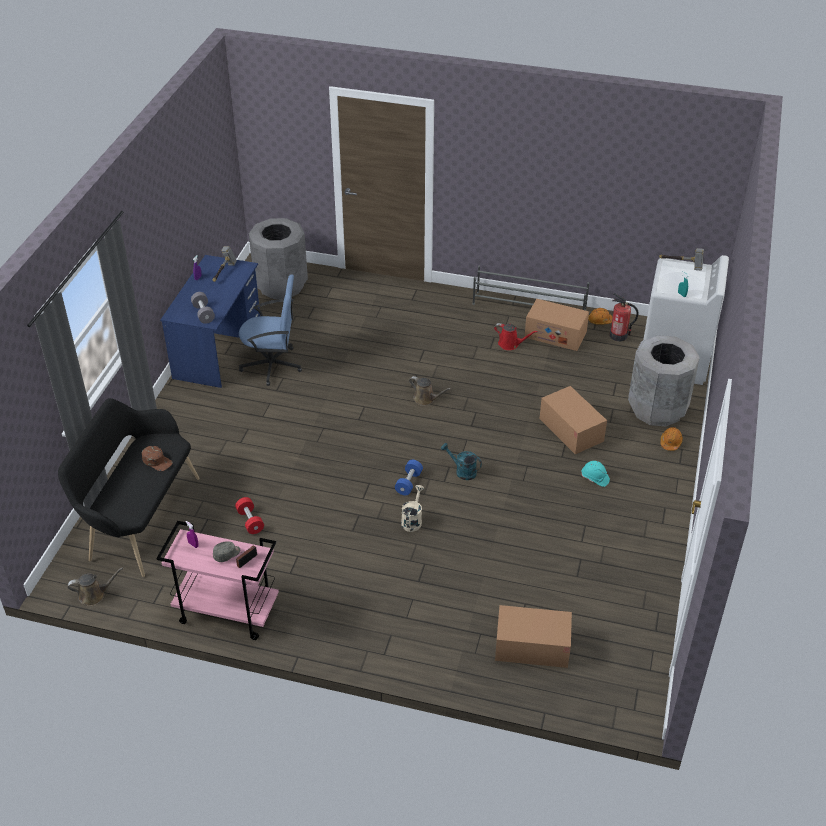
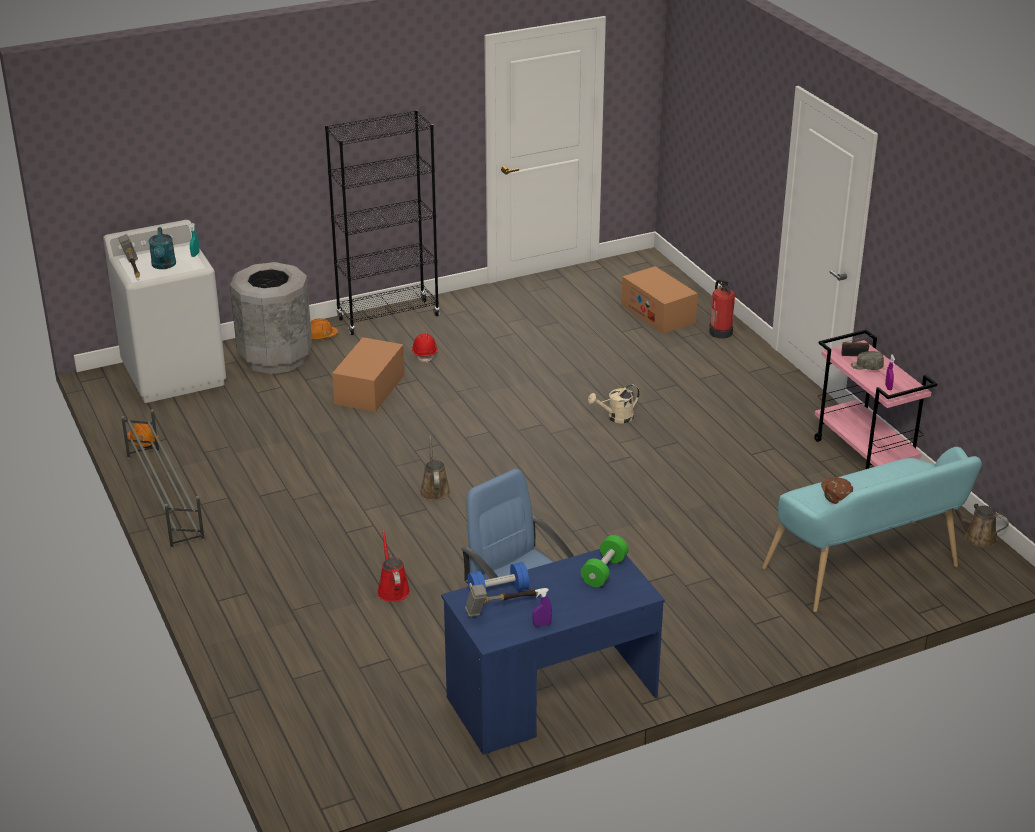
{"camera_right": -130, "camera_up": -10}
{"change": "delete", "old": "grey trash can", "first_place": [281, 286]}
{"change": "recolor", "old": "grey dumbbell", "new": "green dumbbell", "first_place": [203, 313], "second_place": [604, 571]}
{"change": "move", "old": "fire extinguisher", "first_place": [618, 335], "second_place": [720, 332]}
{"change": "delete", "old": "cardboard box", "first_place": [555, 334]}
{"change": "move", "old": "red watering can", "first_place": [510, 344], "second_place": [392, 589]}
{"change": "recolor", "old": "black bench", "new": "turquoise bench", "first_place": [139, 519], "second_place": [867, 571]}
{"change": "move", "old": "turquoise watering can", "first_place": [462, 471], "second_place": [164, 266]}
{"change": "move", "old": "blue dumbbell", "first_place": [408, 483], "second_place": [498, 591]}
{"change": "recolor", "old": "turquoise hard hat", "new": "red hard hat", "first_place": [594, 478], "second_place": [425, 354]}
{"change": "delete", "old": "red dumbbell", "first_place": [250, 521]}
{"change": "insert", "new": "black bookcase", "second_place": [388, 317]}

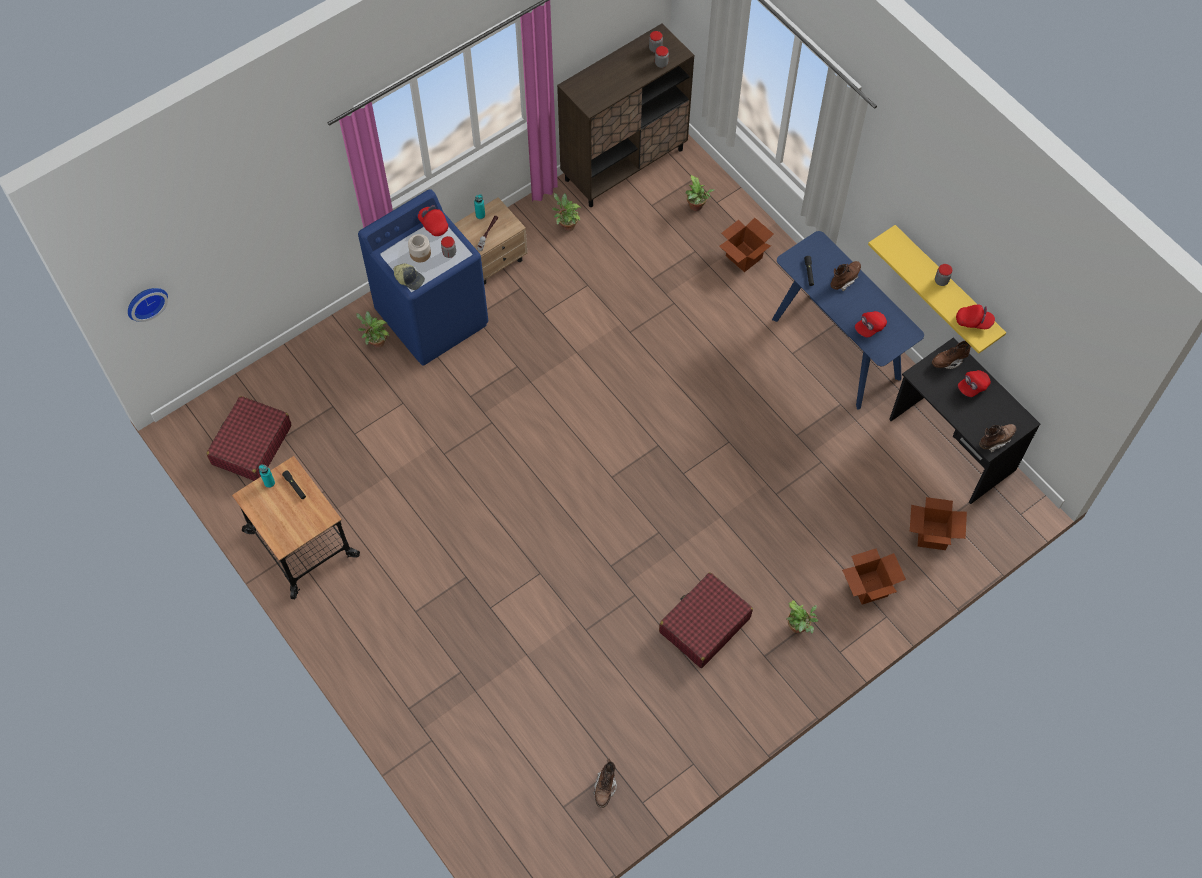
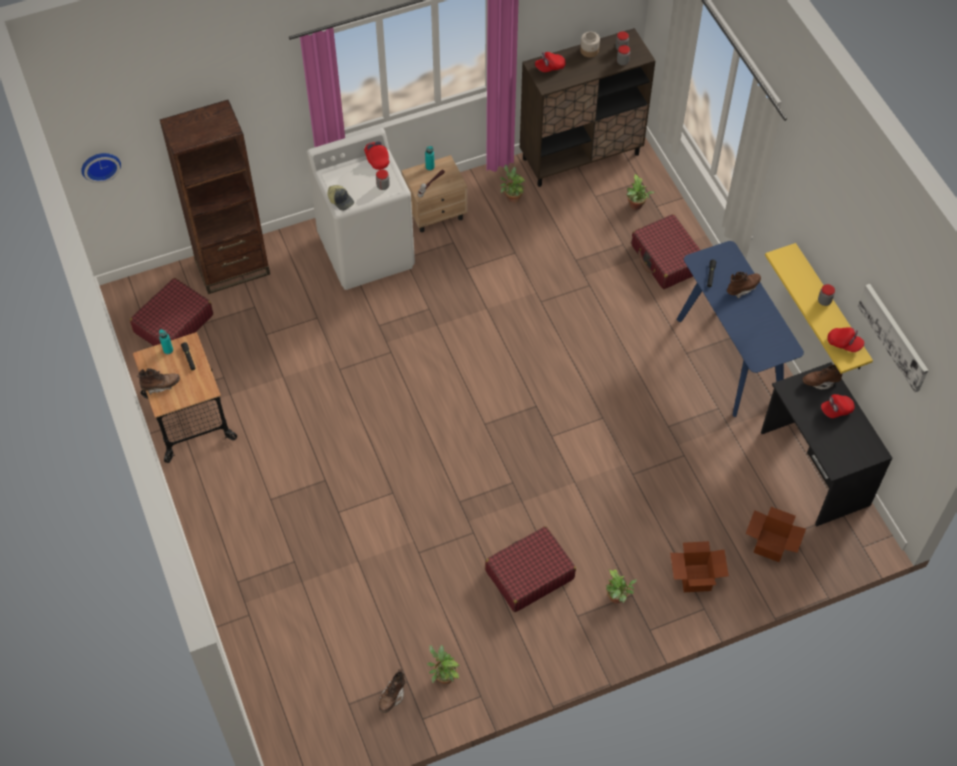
{"camera_right": 15, "camera_up": -5}
{"change": "recolor", "old": "blue washing machine", "new": "white washing machine", "first_place": [433, 318], "second_place": [367, 251]}
{"change": "replace", "old": "cardboard box", "new": "red suitcase", "first_place": [744, 257], "second_place": [667, 259]}
{"change": "move", "old": "jar", "first_place": [420, 254], "second_place": [589, 51]}
{"change": "move", "old": "potted plant", "first_place": [375, 342], "second_place": [443, 676]}
{"change": "move", "old": "red cap", "first_place": [869, 328], "second_place": [550, 67]}
{"change": "move", "old": "brown boot", "first_place": [996, 440], "second_place": [160, 385]}
{"change": "insert", "new": "brown bookcase", "second_place": [232, 267]}
{"change": "insert", "new": "picture", "second_place": [894, 336]}

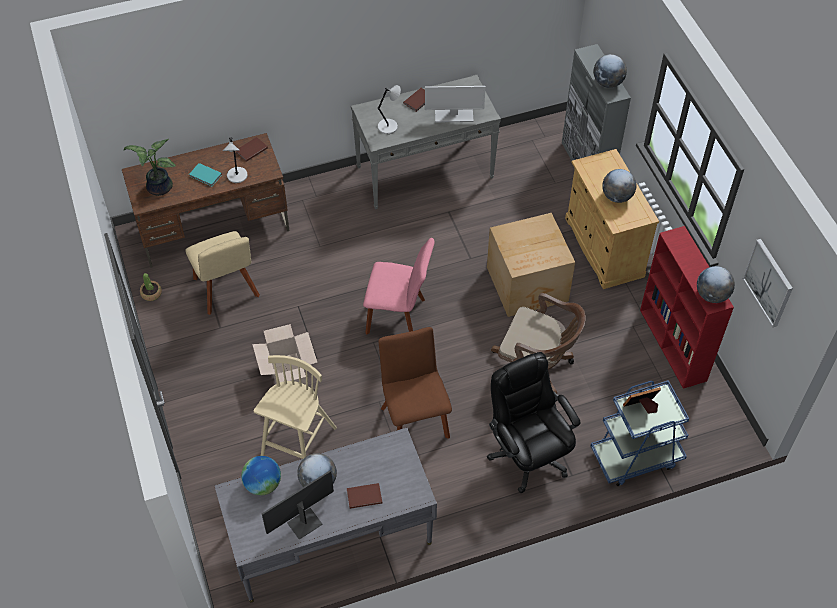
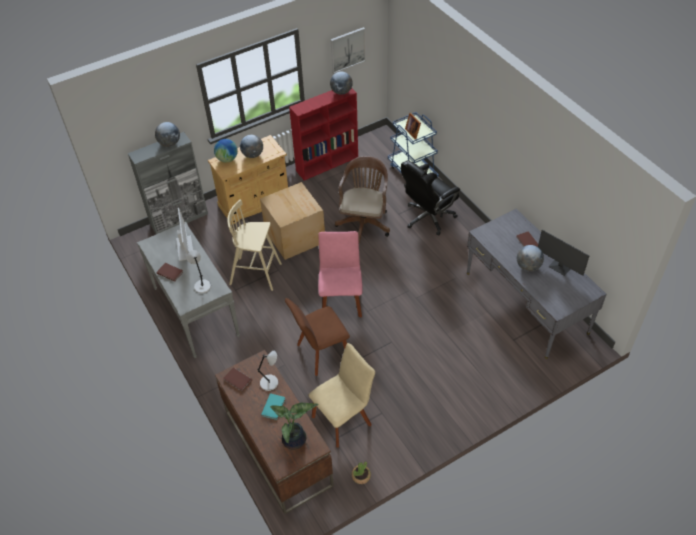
{"camera_right": -100, "camera_up": -5}
{"change": "delete", "old": "cardboard box", "first_place": [286, 371]}
{"change": "move", "old": "brown chair", "first_place": [414, 419], "second_place": [320, 353]}
{"change": "move", "old": "beige stool", "first_place": [298, 446], "second_place": [256, 274]}
{"change": "move", "old": "globe", "first_place": [263, 484], "second_place": [227, 159]}

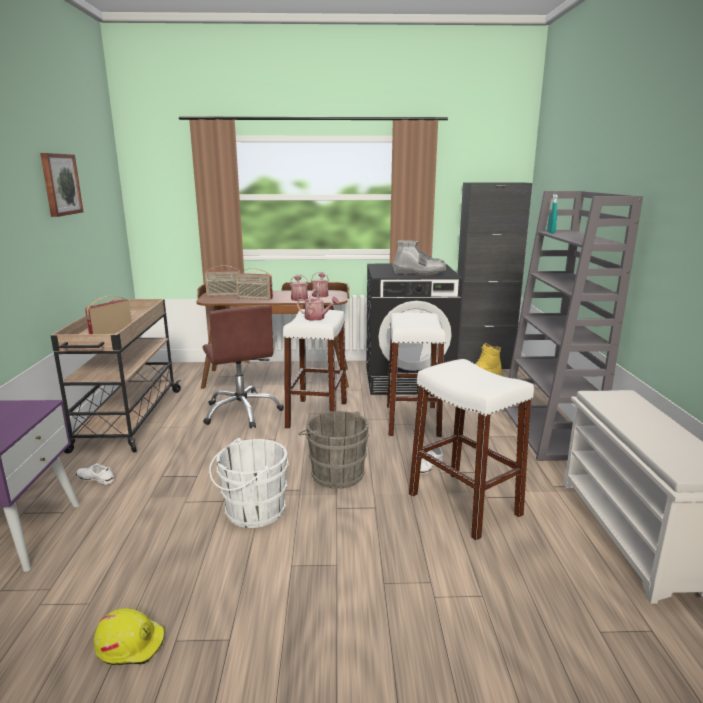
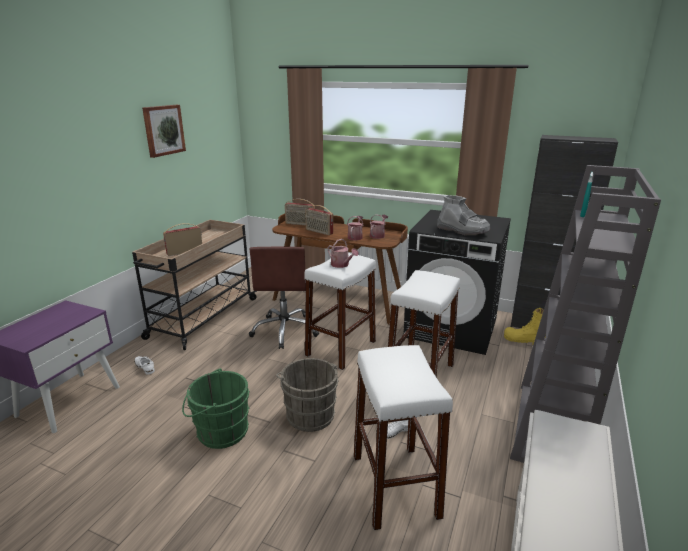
{"camera_right": 25, "camera_up": 5}
{"change": "recolor", "old": "white bucket", "new": "green bucket", "first_place": [251, 512], "second_place": [219, 432]}
{"change": "delete", "old": "yellow hard hat", "first_place": [130, 643]}

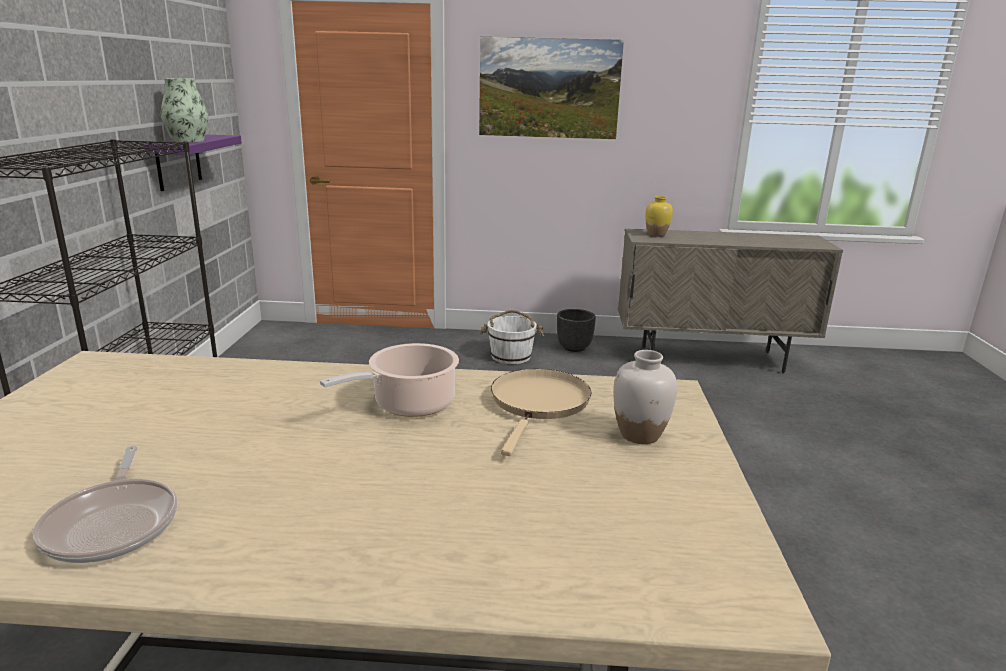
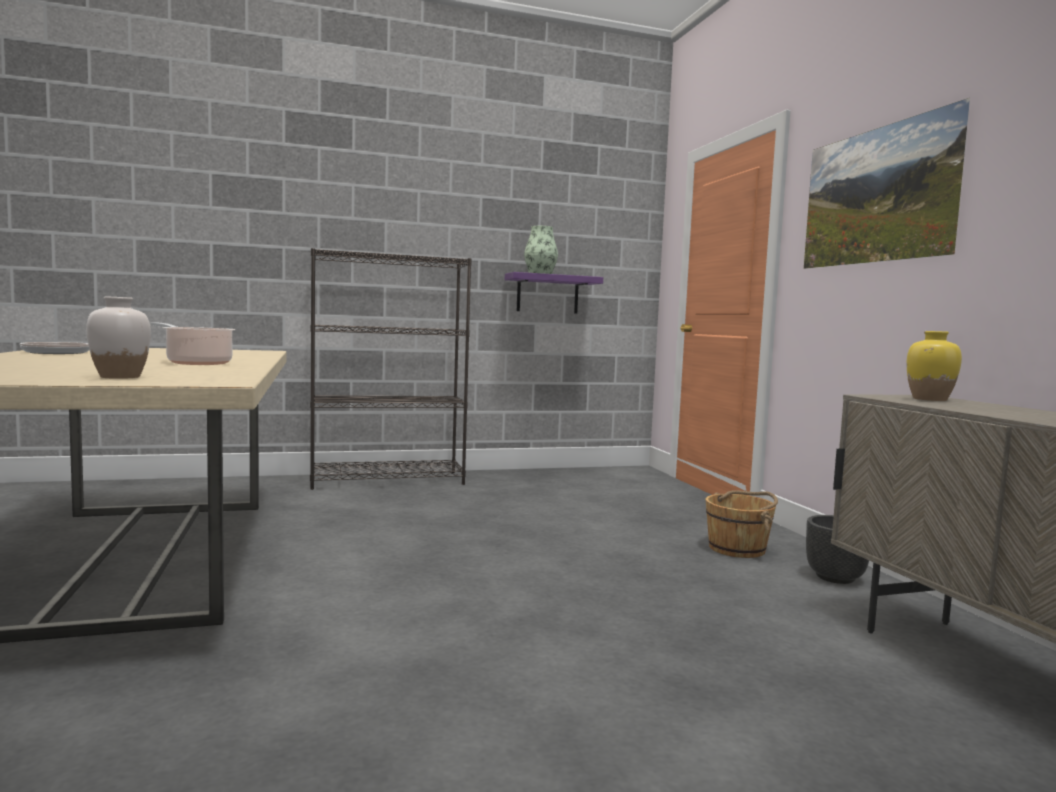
{"camera_right": 70, "camera_up": -15}
{"change": "recolor", "old": "white bucket", "new": "brown bucket", "first_place": [511, 356], "second_place": [738, 548]}
{"change": "delete", "old": "beige frying pan", "first_place": [539, 404]}

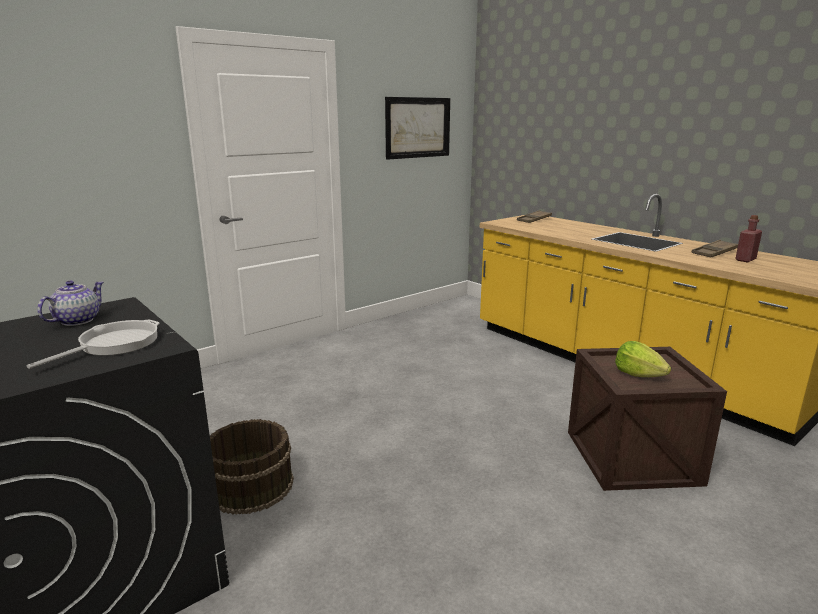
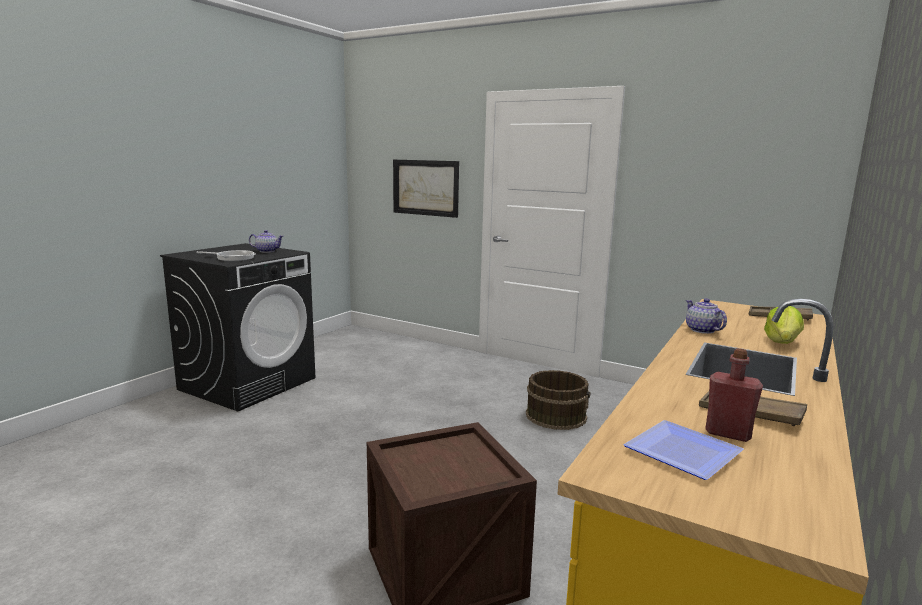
{"camera_right": 70, "camera_up": -5}
{"change": "move", "old": "picture", "first_place": [417, 127], "second_place": [425, 187]}
{"change": "move", "old": "lettuce", "first_place": [638, 374], "second_place": [782, 343]}
{"change": "move", "old": "brown bucket", "first_place": [250, 485], "second_place": [556, 415]}
{"change": "insert", "new": "teapot", "second_place": [702, 330]}
{"change": "insert", "new": "plate", "second_place": [678, 452]}

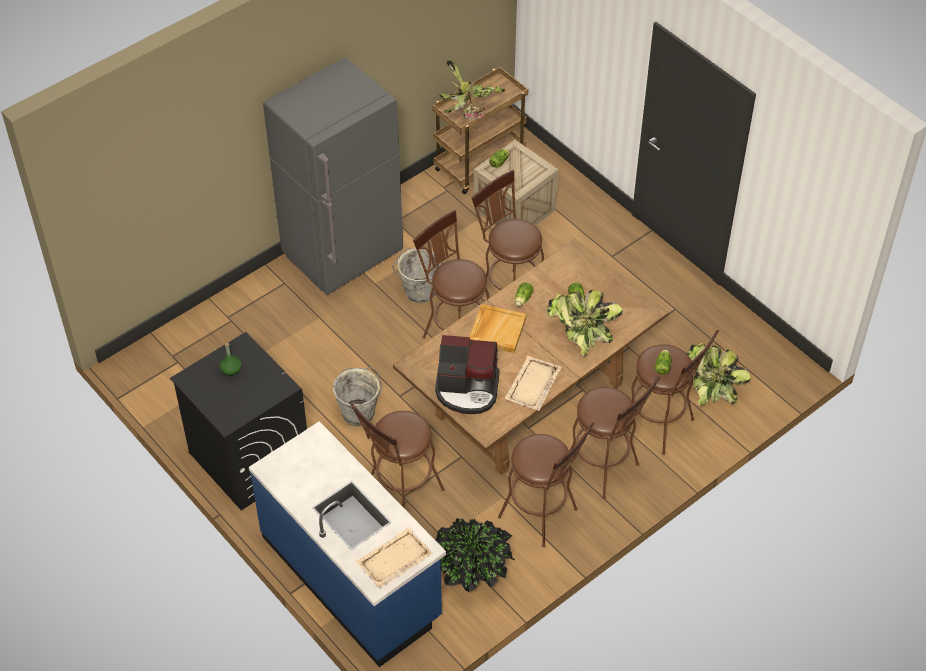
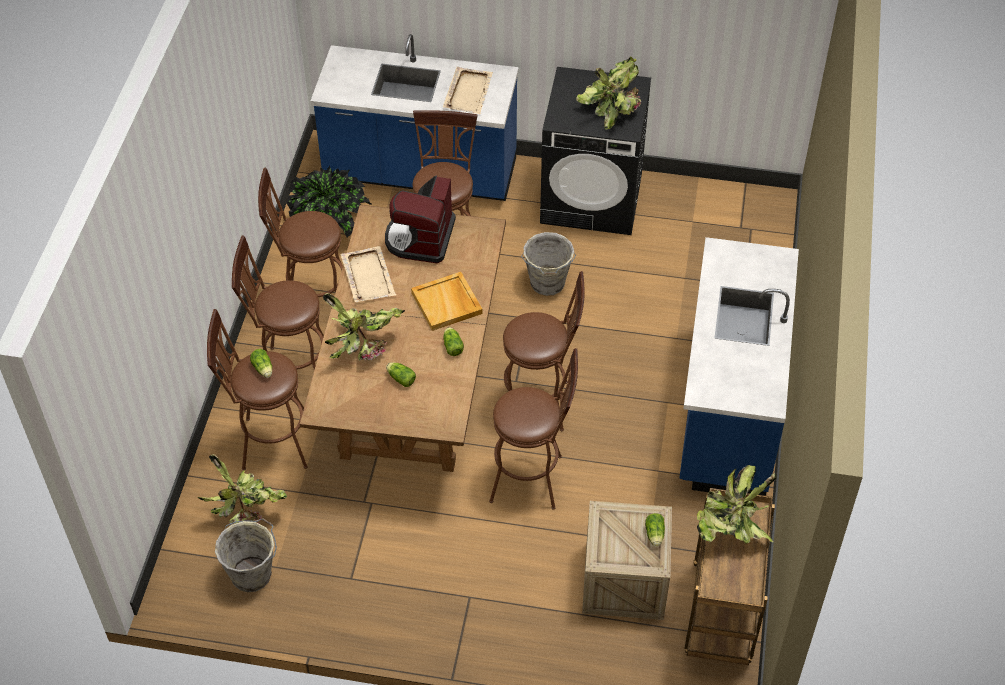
{"camera_right": 140, "camera_up": 0}
{"change": "replace", "old": "grey fridge", "new": "blue counter", "first_place": [343, 256], "second_place": [727, 409]}
{"change": "move", "old": "grey bucket", "first_place": [418, 292], "second_place": [252, 573]}
{"change": "rotate", "old": "coffee machine", "first_place": [467, 390], "second_place": [420, 238], "degrees": -45}
{"change": "replace", "old": "green bottle", "new": "potted plant", "first_place": [231, 370], "second_place": [613, 109]}
{"change": "move", "old": "beige tray", "first_place": [393, 559], "second_place": [468, 92]}

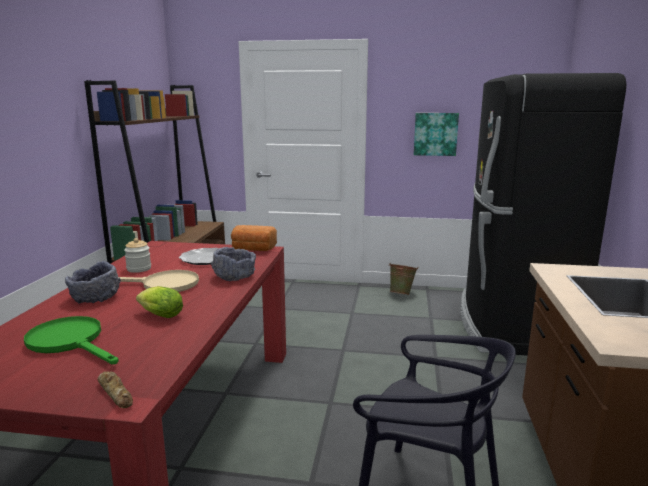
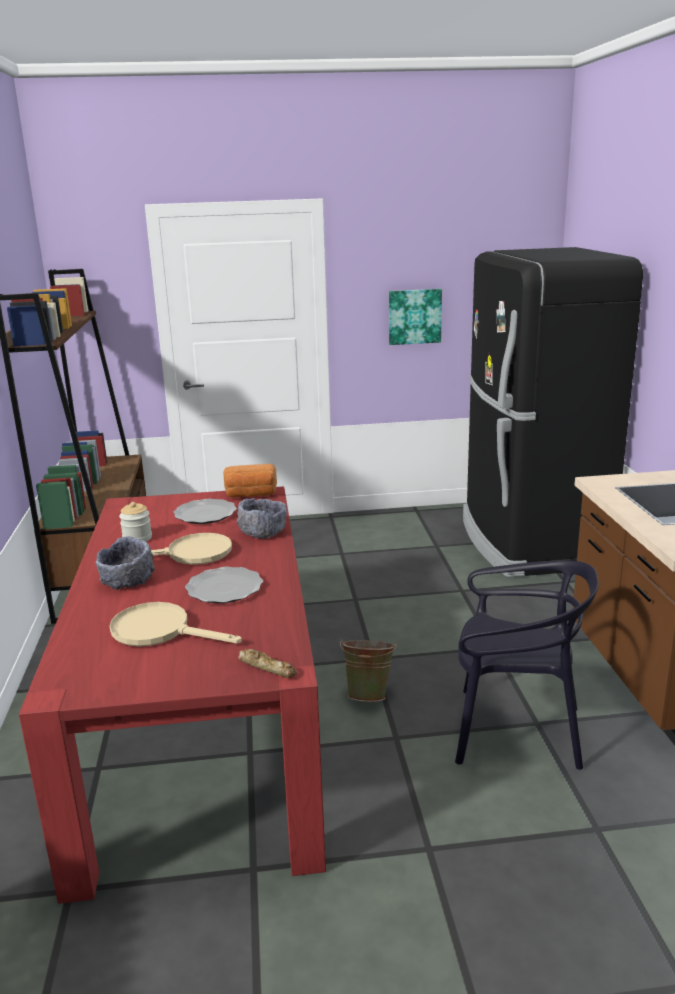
{"camera_right": -15, "camera_up": 5}
{"change": "move", "old": "green bucket", "first_place": [401, 294], "second_place": [369, 694]}
{"change": "replace", "old": "lettuce", "new": "plate", "first_place": [159, 315], "second_place": [225, 589]}
{"change": "recolor", "old": "green frying pan", "new": "beige frying pan", "first_place": [71, 342], "second_place": [160, 631]}

